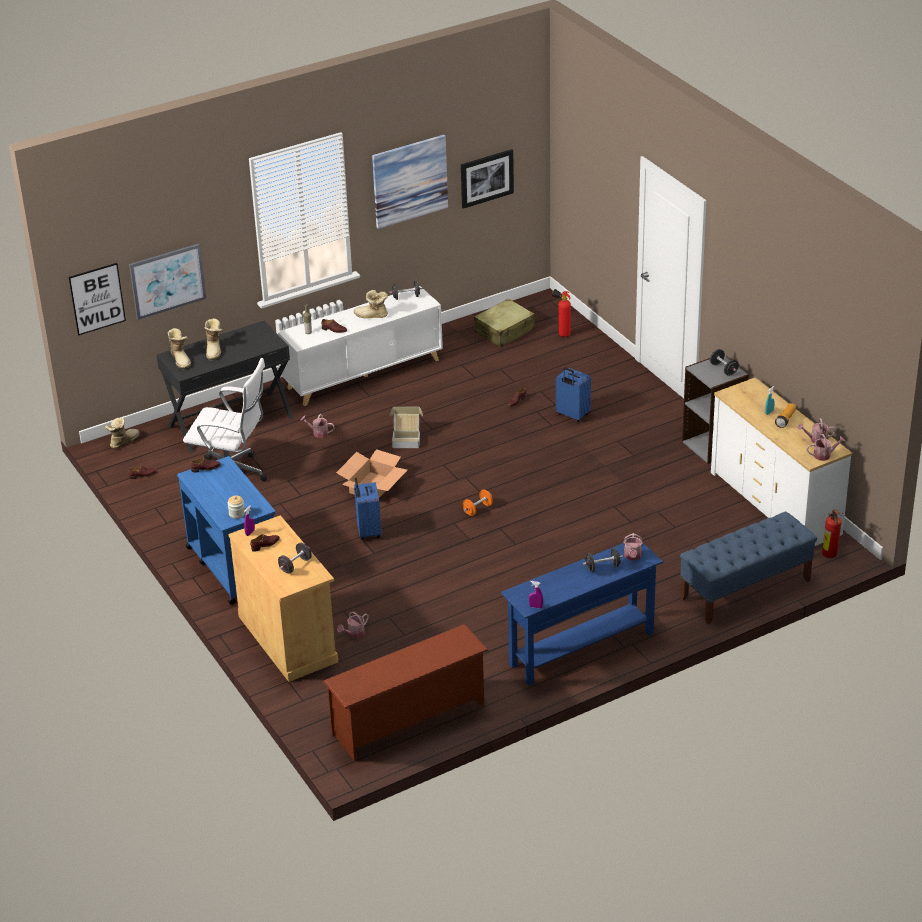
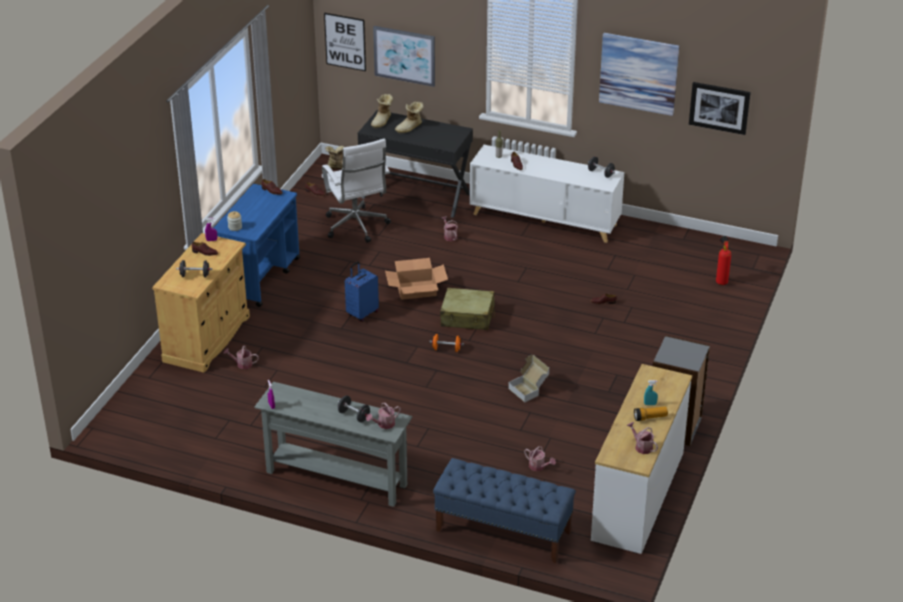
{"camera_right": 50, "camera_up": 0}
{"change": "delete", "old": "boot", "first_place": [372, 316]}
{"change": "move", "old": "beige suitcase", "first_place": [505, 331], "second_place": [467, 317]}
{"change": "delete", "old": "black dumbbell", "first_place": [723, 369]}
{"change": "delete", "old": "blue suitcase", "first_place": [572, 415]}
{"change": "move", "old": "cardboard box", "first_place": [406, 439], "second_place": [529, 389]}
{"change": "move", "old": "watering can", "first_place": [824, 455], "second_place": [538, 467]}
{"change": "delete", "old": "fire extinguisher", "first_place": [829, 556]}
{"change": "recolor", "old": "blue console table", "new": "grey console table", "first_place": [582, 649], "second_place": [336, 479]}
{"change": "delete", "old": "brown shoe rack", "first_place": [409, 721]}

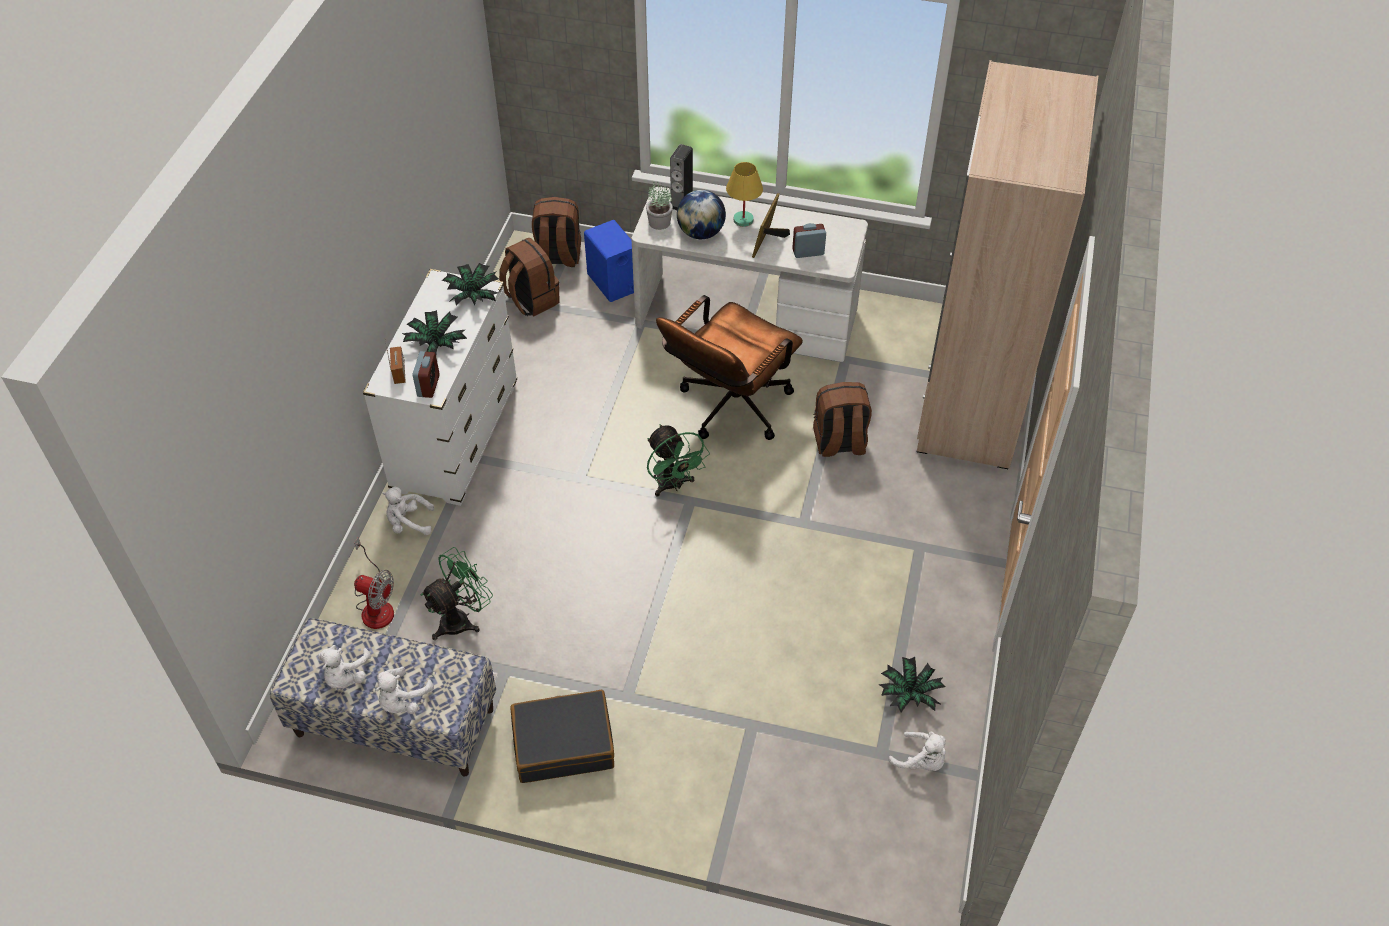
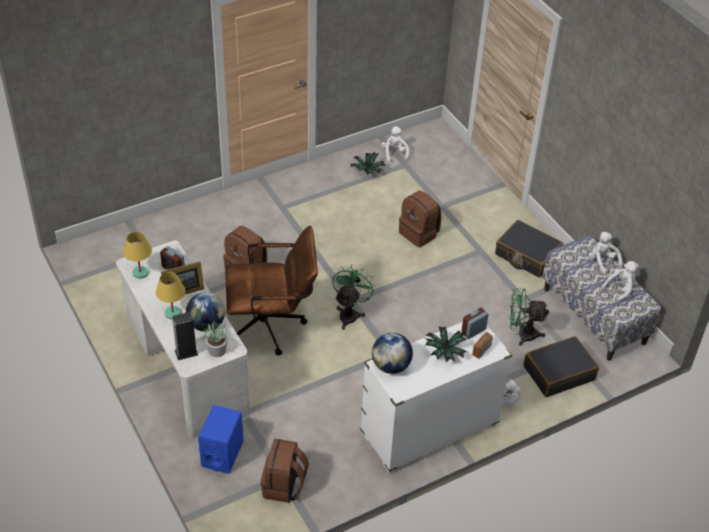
{"camera_right": -135, "camera_up": -5}
{"change": "delete", "old": "beige wardrobe", "first_place": [971, 401]}
{"change": "move", "old": "brown backpack", "first_place": [558, 257], "second_place": [419, 233]}
{"change": "replace", "old": "potted plant", "new": "globe", "first_place": [473, 295], "second_place": [391, 366]}
{"change": "replace", "old": "fan", "new": "black suitcase", "first_place": [375, 605], "second_place": [558, 373]}
{"change": "rotate", "old": "white plush toy", "first_place": [403, 701], "second_place": [602, 261], "degrees": -105}
{"change": "insert", "new": "yellow table lamp", "second_place": [140, 273]}

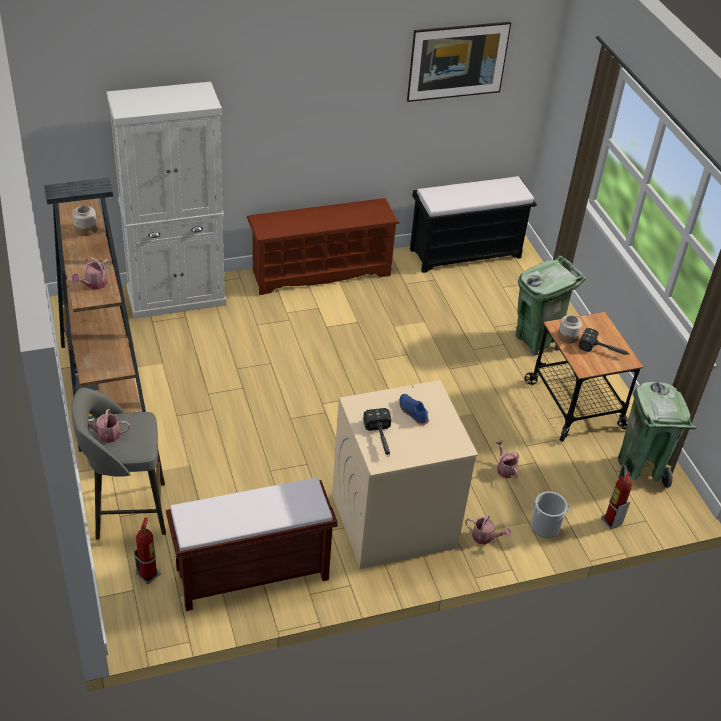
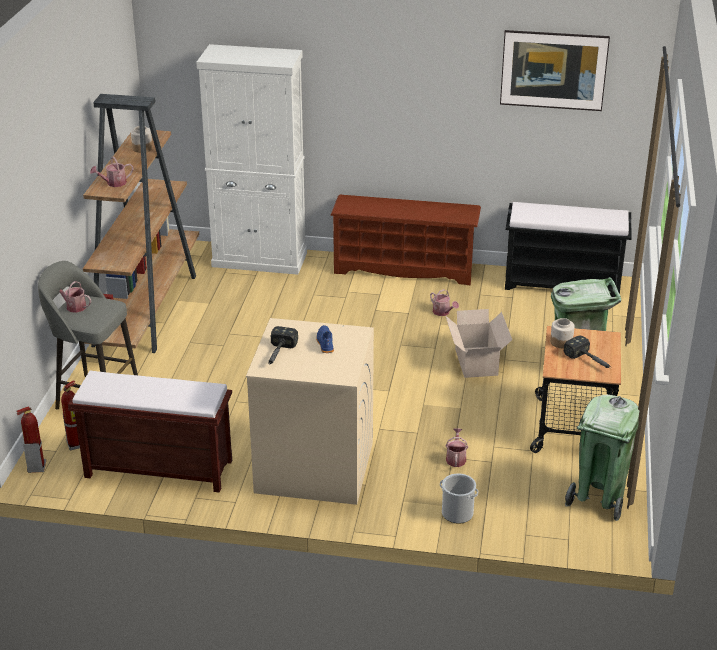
{"camera_right": 30, "camera_up": -10}
{"change": "move", "old": "fire extinguisher", "first_place": [611, 521], "second_place": [36, 467]}
{"change": "move", "old": "watering can", "first_place": [485, 537], "second_place": [443, 312]}
{"change": "insert", "new": "cardboard box", "second_place": [476, 363]}

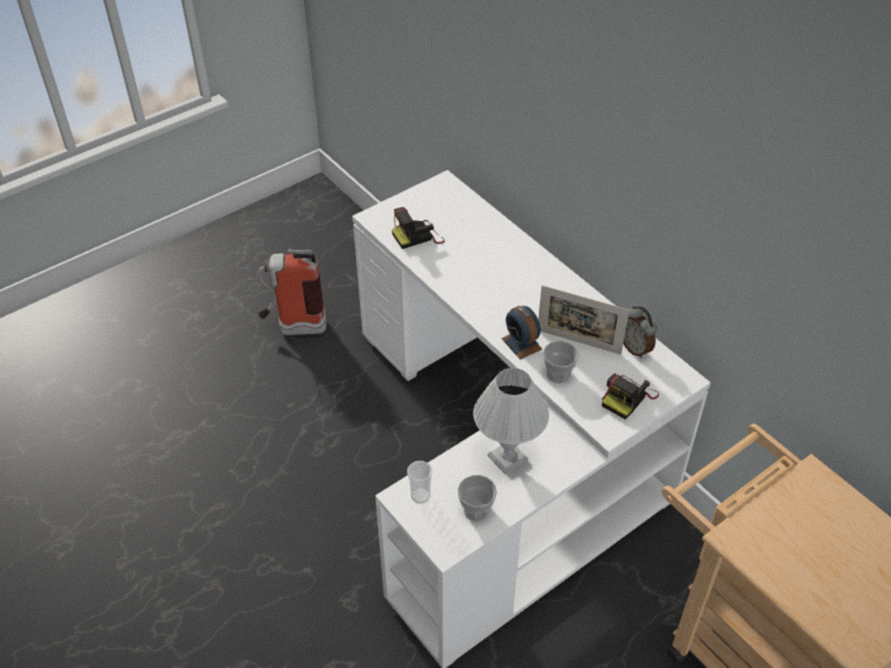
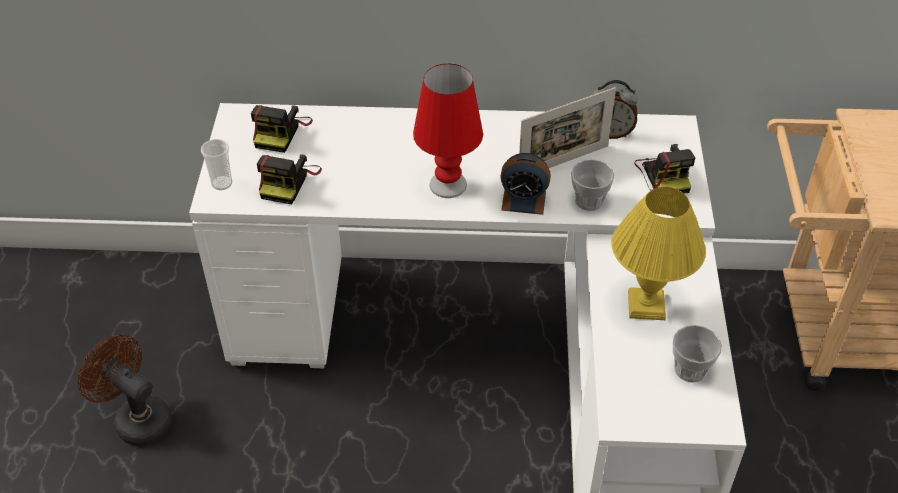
{"camera_right": -50, "camera_up": 0}
{"change": "replace", "old": "fire extinguisher", "new": "brown fan", "first_place": [294, 328], "second_place": [136, 418]}
{"change": "recolor", "old": "white table lamp", "new": "yellow table lamp", "first_place": [506, 457], "second_place": [645, 306]}
{"change": "move", "old": "cup", "first_place": [420, 496], "second_place": [222, 183]}
{"change": "insert", "new": "red table lamp", "second_place": [447, 184]}
{"change": "insert", "new": "photo camera", "second_place": [281, 132]}

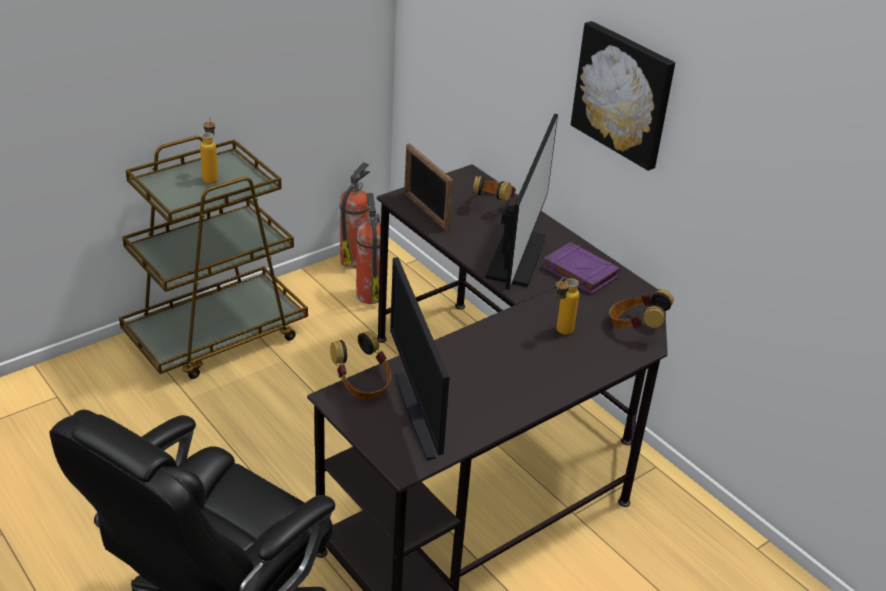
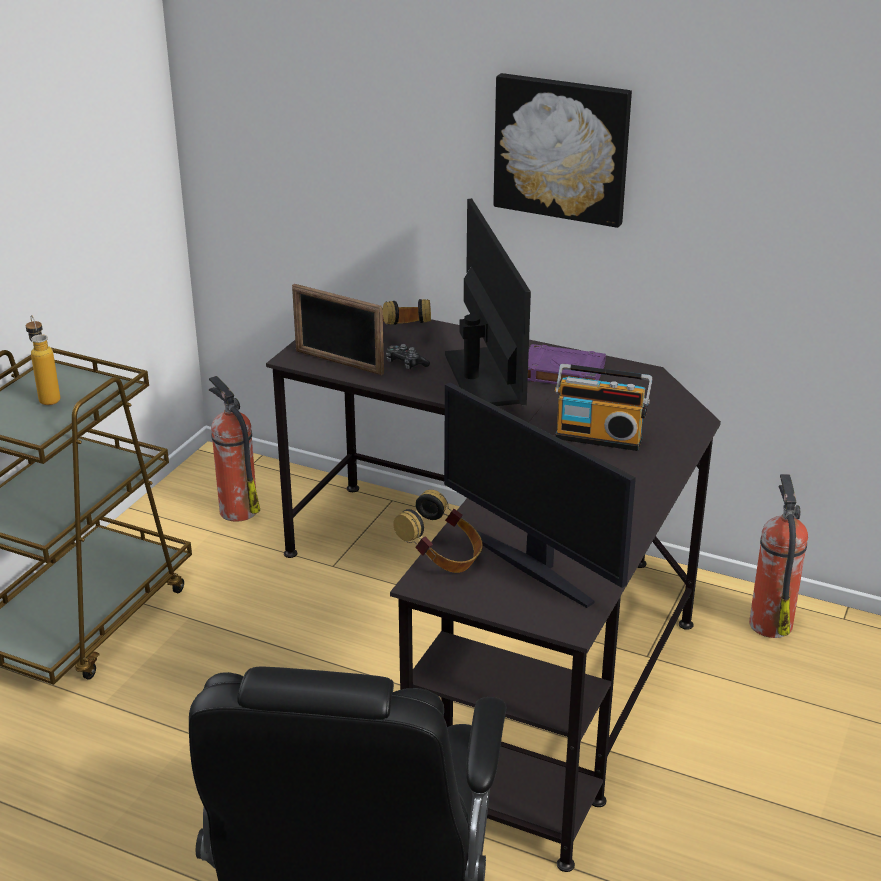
{"camera_right": -25, "camera_up": -5}
{"change": "move", "old": "fire extinguisher", "first_place": [354, 260], "second_place": [770, 623]}
{"change": "replace", "old": "bottle", "new": "radio", "first_place": [560, 333], "second_place": [599, 437]}
{"change": "delete", "old": "headphones", "first_place": [635, 327]}
{"change": "insert", "new": "game controller", "second_place": [405, 364]}

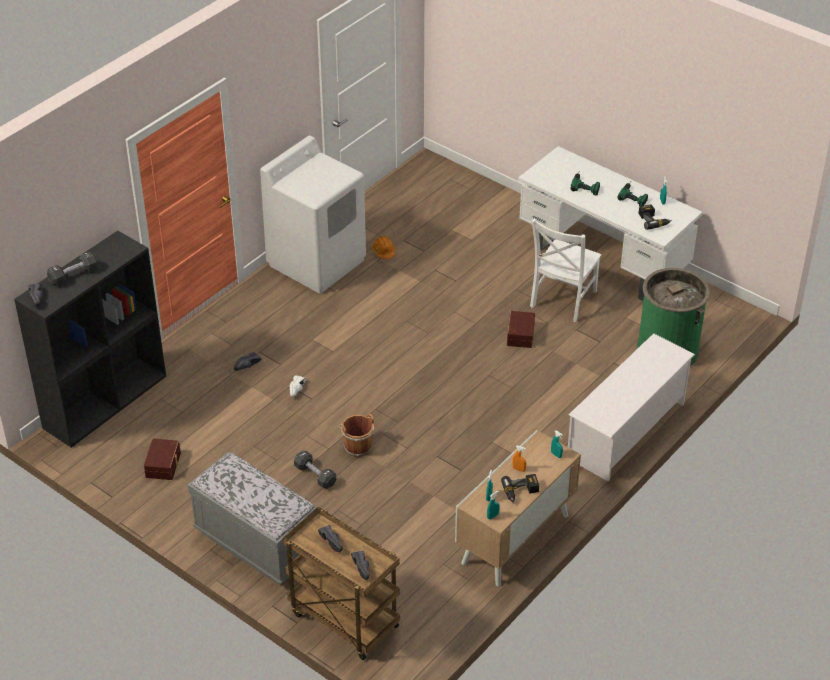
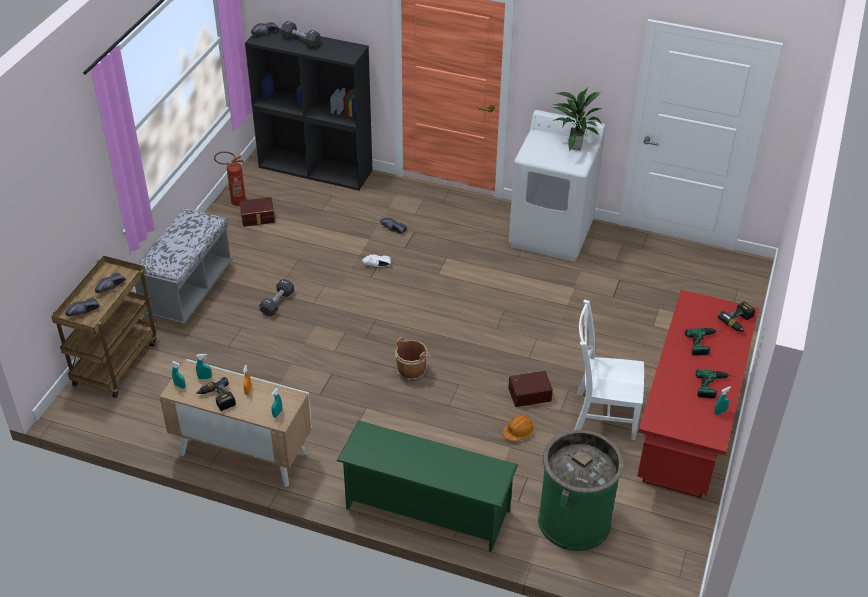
{"camera_right": 70, "camera_up": 0}
{"change": "recolor", "old": "white desk", "new": "red desk", "first_place": [603, 262], "second_place": [686, 435]}
{"change": "move", "old": "power drill", "first_place": [653, 220], "second_place": [739, 322]}
{"change": "move", "old": "orange hard hat", "first_place": [383, 252], "second_place": [518, 432]}
{"change": "recolor", "old": "white shoe rack", "new": "green shoe rack", "first_place": [627, 431], "second_place": [426, 509]}
{"change": "move", "old": "brown bucket", "first_place": [357, 446], "second_place": [412, 370]}
{"change": "insert", "new": "potted plant", "second_place": [575, 146]}
{"change": "insert", "new": "fire extinguisher", "second_place": [234, 202]}

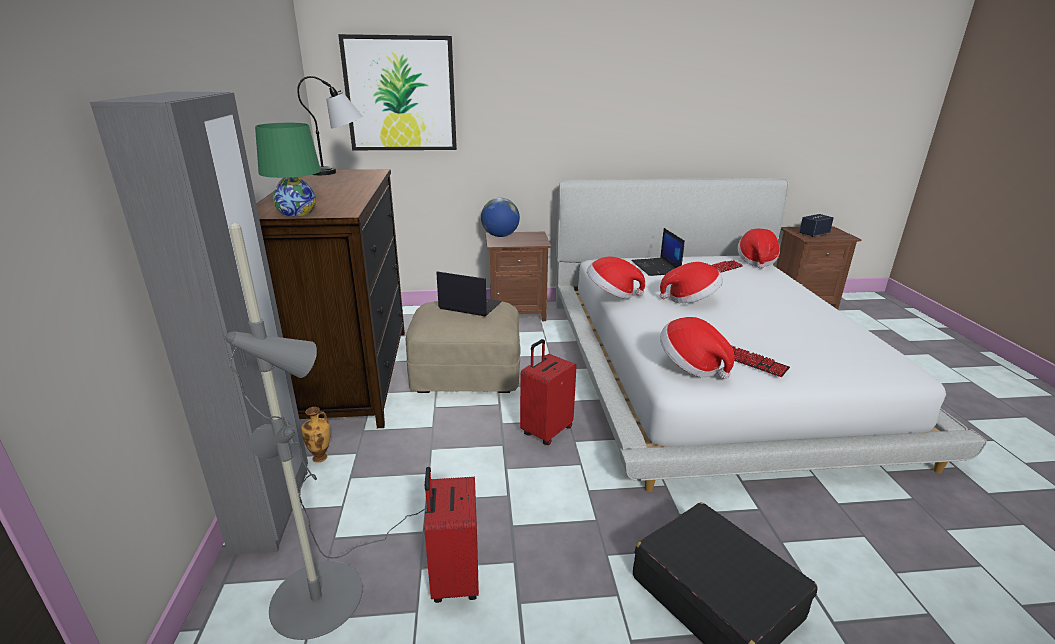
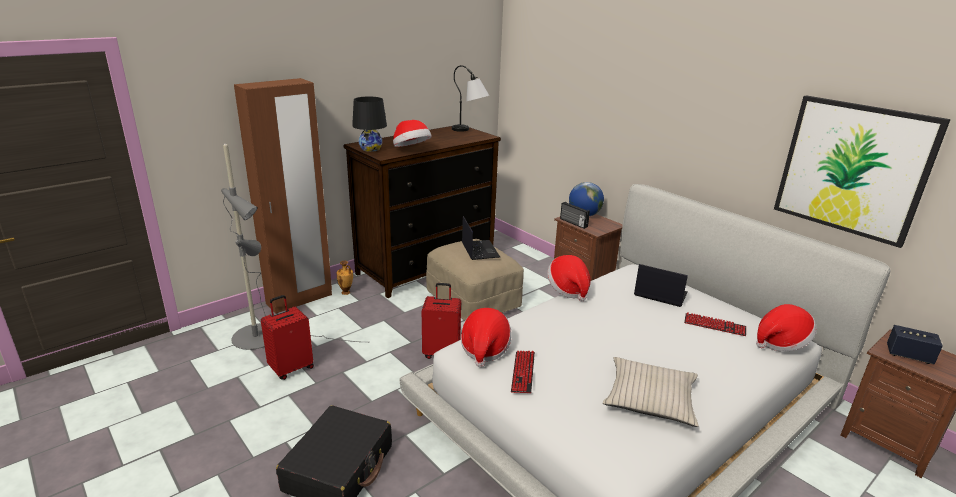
{"camera_right": 55, "camera_up": 0}
{"change": "move", "old": "picture", "first_place": [400, 94], "second_place": [853, 168]}
{"change": "recolor", "old": "grey wardrobe", "new": "brown wardrobe", "first_place": [273, 510], "second_place": [299, 299]}
{"change": "recolor", "old": "green table lamp", "new": "black table lamp", "first_place": [296, 212], "second_place": [370, 149]}
{"change": "rotate", "old": "laptop", "first_place": [656, 267], "second_place": [659, 294], "degrees": 75}
{"change": "move", "old": "hat", "first_place": [690, 299], "second_place": [411, 149]}
{"change": "insert", "new": "radio", "second_place": [573, 223]}
{"change": "insert", "new": "beige pillow", "second_place": [650, 399]}

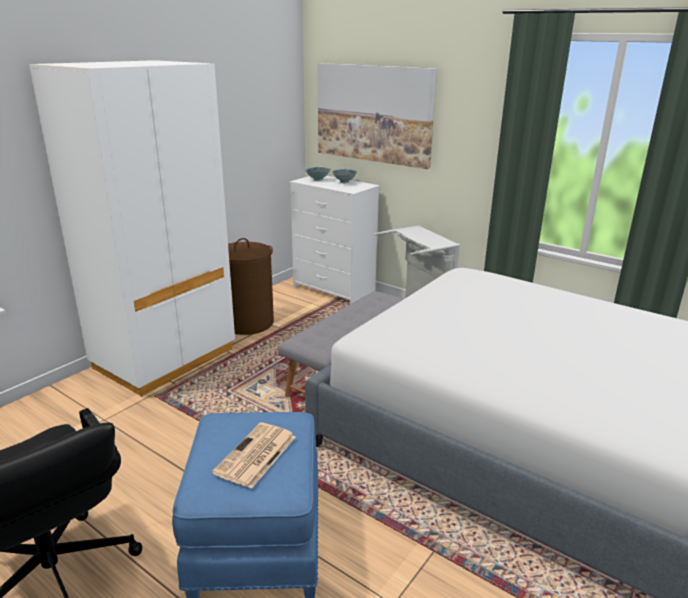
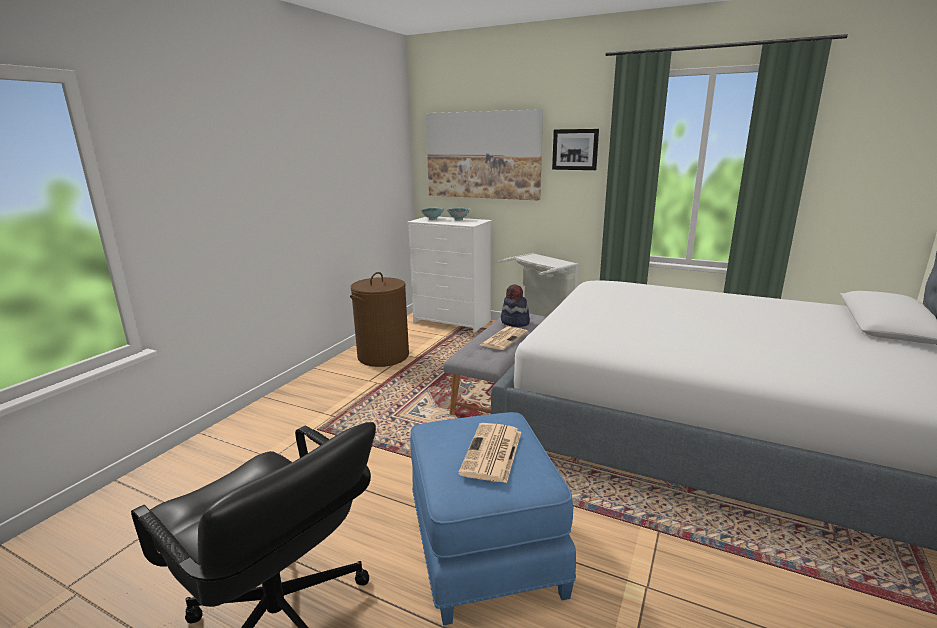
{"camera_right": -10, "camera_up": -5}
{"change": "delete", "old": "white wardrobe", "first_place": [165, 359]}
{"change": "insert", "new": "picture", "second_place": [575, 149]}
{"change": "insert", "new": "hat", "second_place": [515, 322]}
{"change": "insert", "new": "newspaper", "second_place": [504, 338]}

